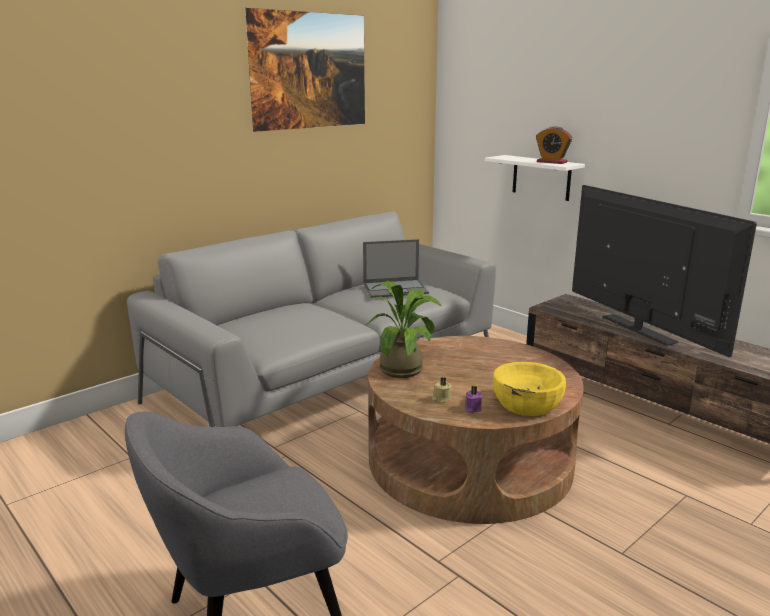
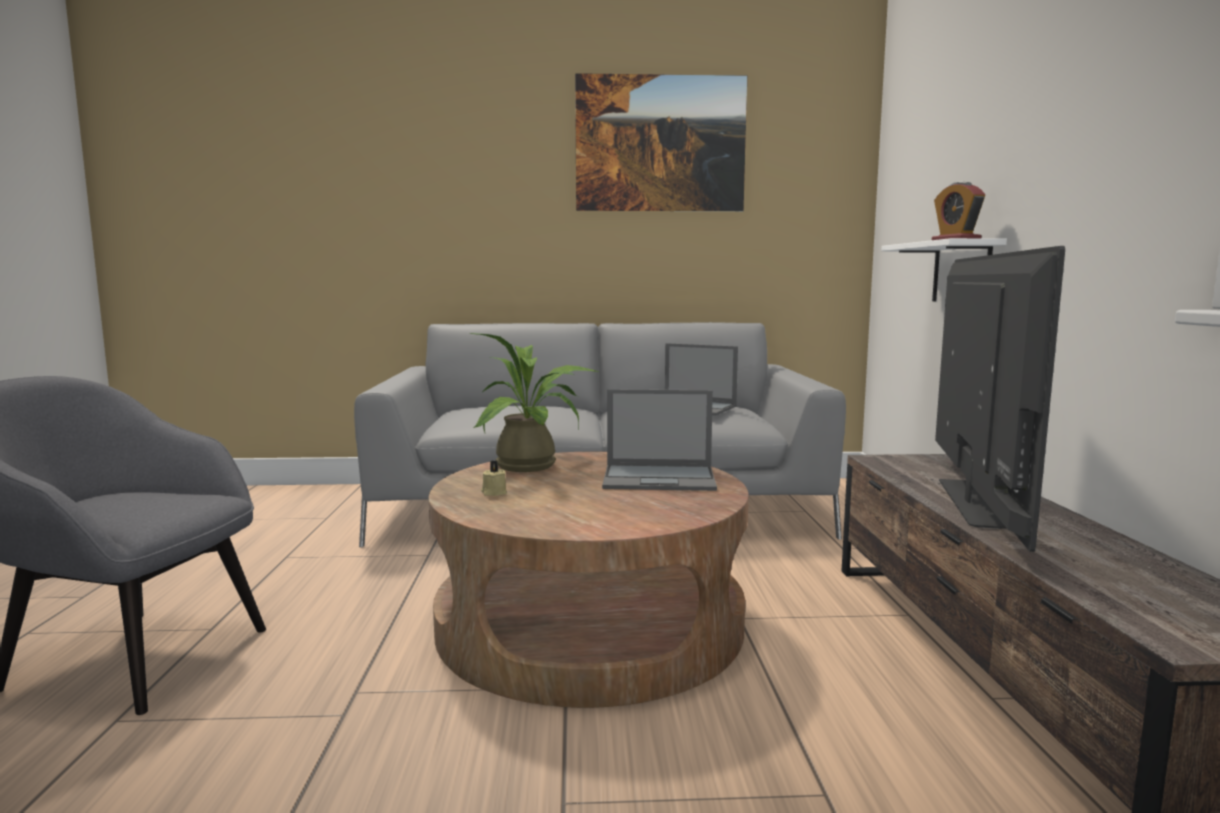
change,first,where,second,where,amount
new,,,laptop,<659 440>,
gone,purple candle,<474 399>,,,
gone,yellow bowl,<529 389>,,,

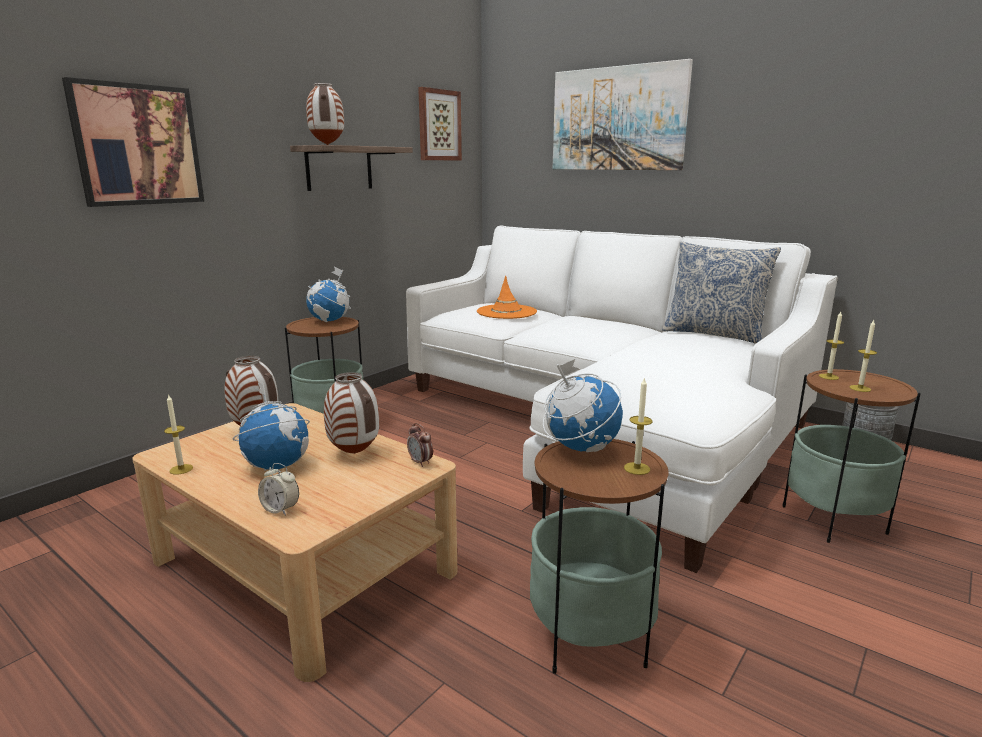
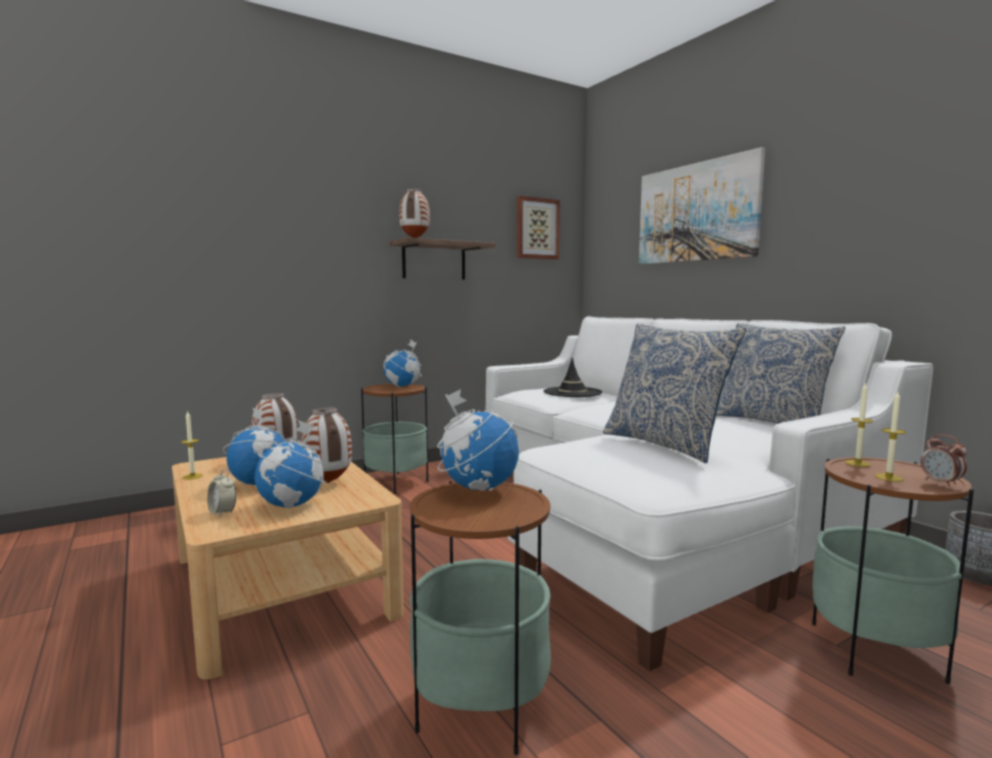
change,first,where,second,where,amount
new,,,globe,<290 464>,
repainted,orange hat,<507 297>,black hat,<573 377>,
new,,,pillow,<674 393>,
shifted,alarm clock,<420 445>,,<944 460>,
gone,picture,<133 142>,,,
gone,candle,<638 426>,,,

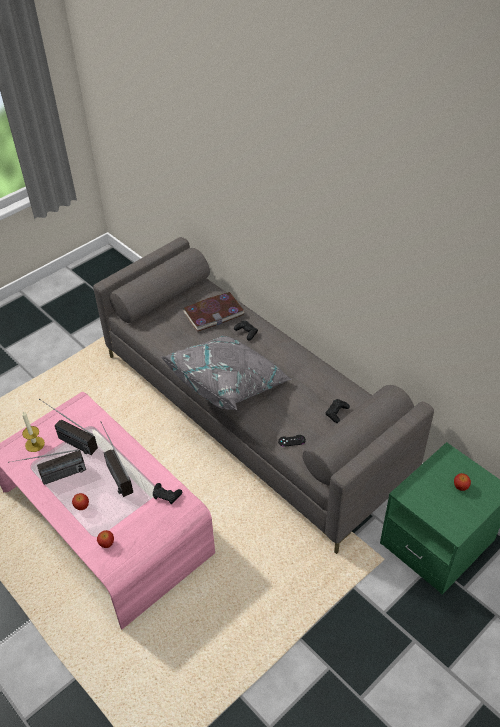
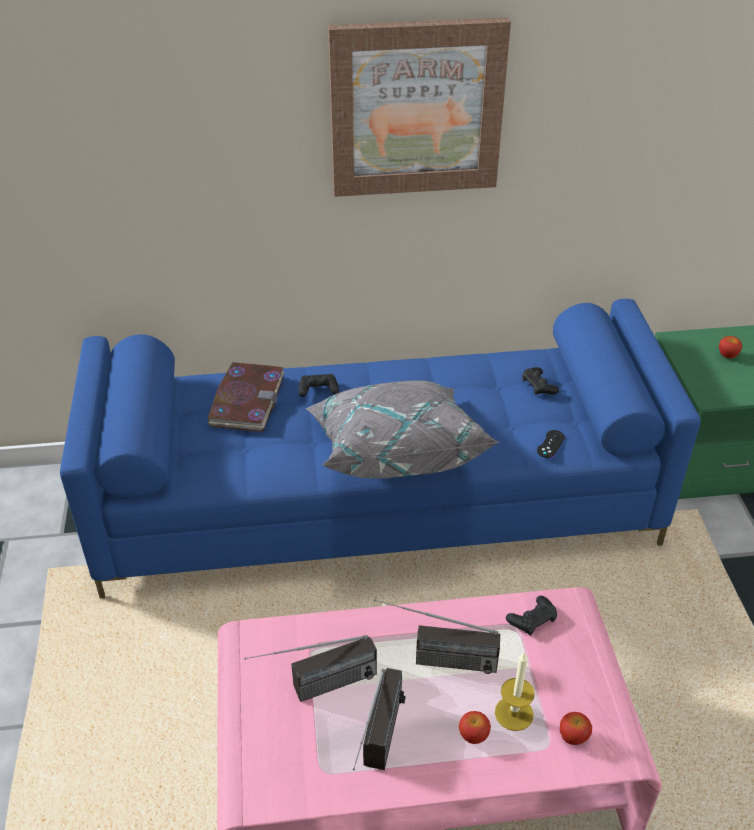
change,first,where,second,where,amount
repainted,grey sofa,<263 395>,blue sofa,<380 449>,
new,,,picture,<419 107>,
shifted,candle,<33 431>,,<515 691>,

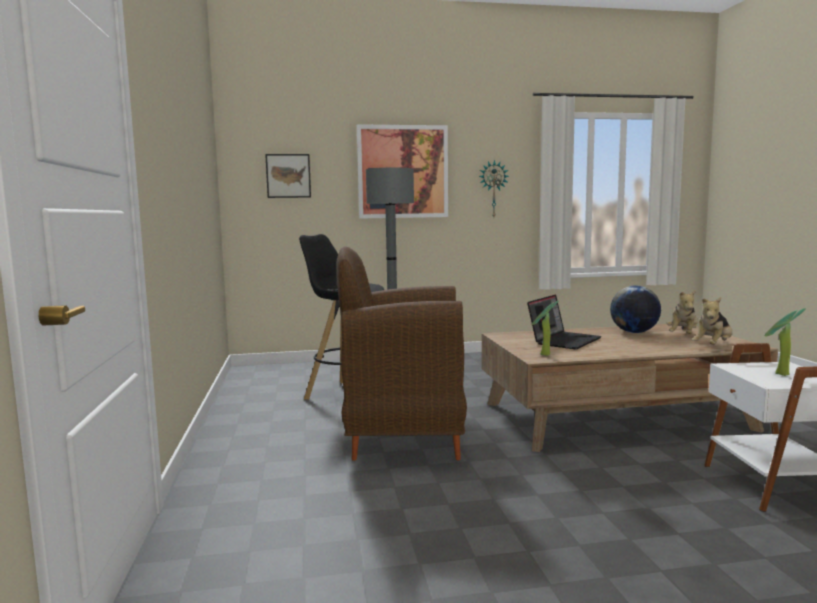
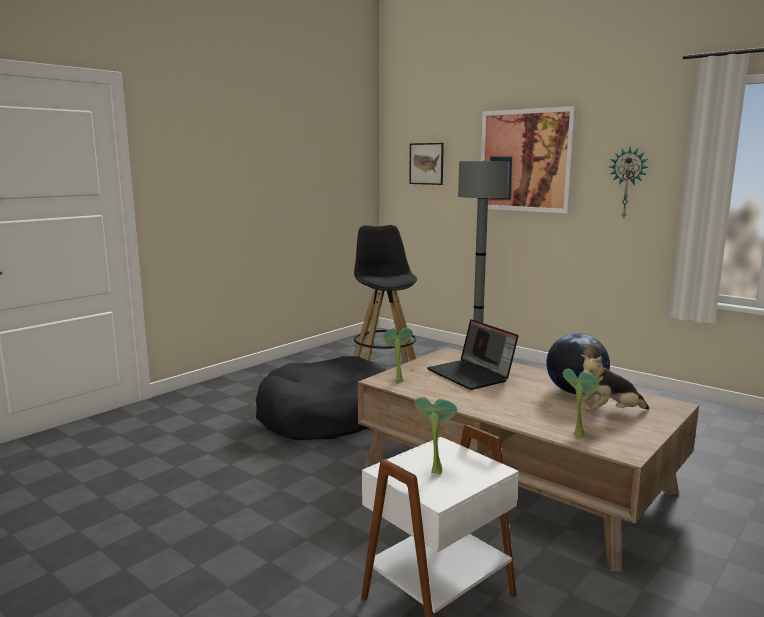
change,first,where,second,where,amount
swapped,brown armchair,<401 353>,black dog bed,<321 398>,
rotated,laptop,<564 321>,,<472 354>,60 degrees clockwise
swapped,plush toy,<712 321>,potted plant,<581 403>,

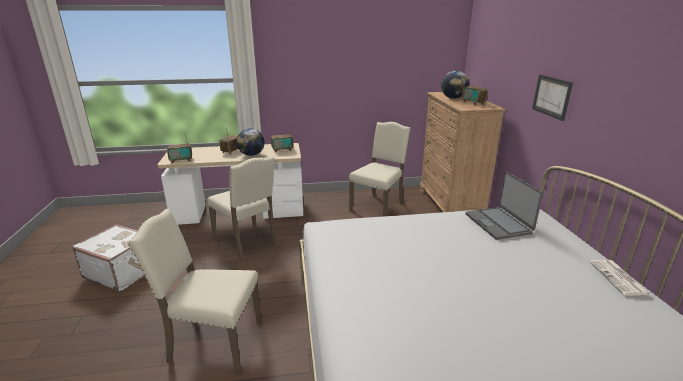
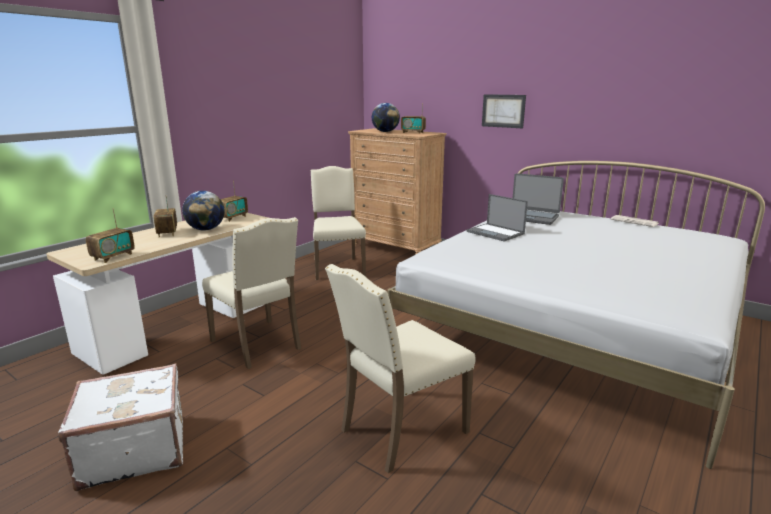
change,first,where,second,where,amount
rotated,beige chair,<242 208>,,<251 293>,45 degrees clockwise
new,,,laptop,<497 218>,

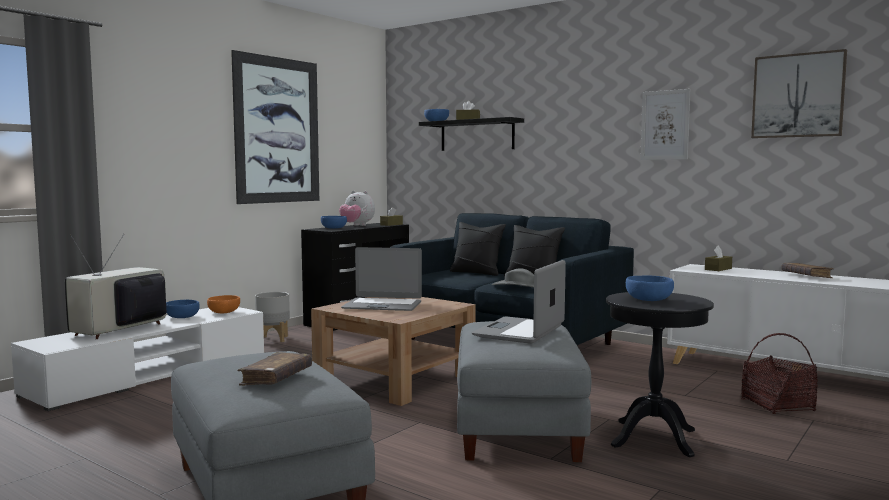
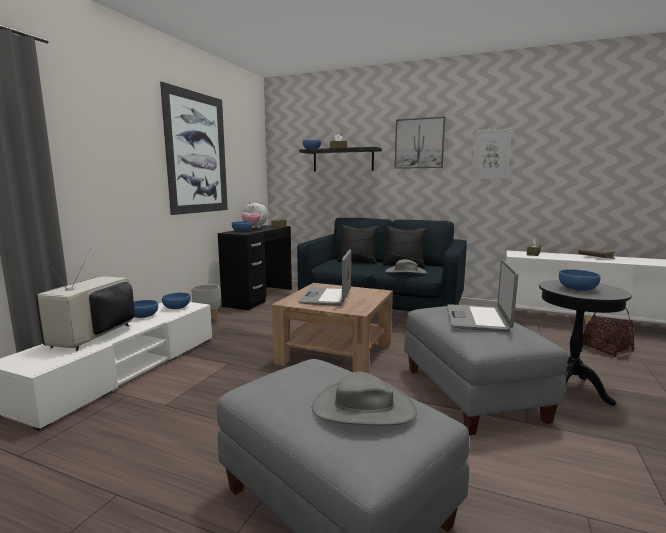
change,first,where,second,where,amount
repainted,orange bowl,<223 304>,blue bowl,<176 301>,
rotated,laptop,<381 279>,,<325 277>,105 degrees clockwise
swapped,brown book,<274 369>,grey hat,<364 398>,
shifted,picture,<799 93>,,<420 143>,

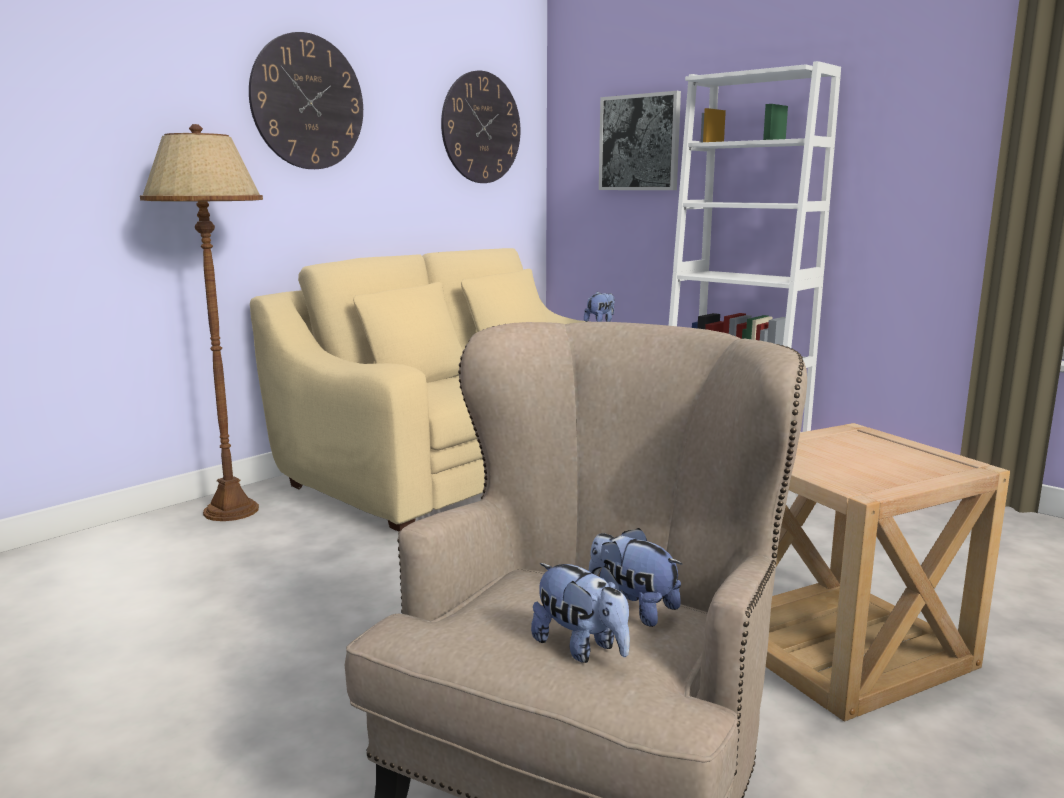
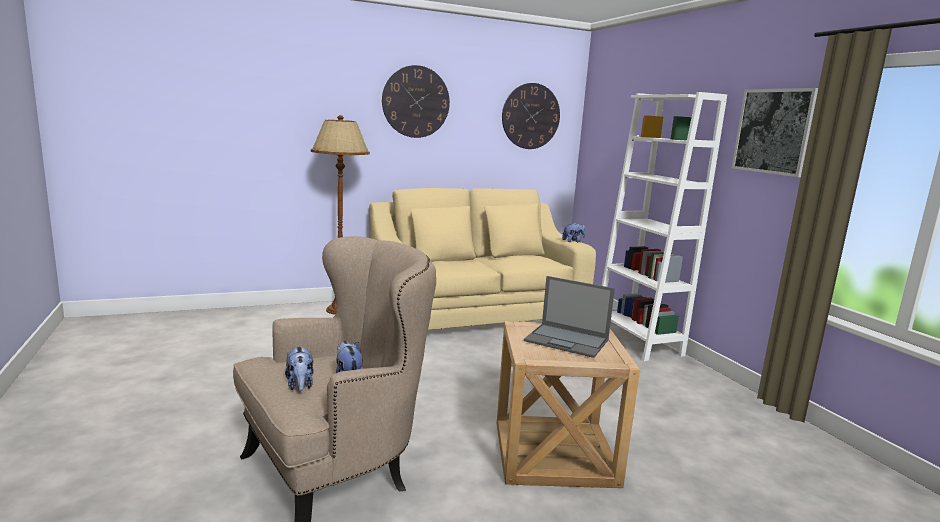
change,first,where,second,where,amount
new,,,laptop,<569 317>,
shifted,picture,<640 140>,,<775 132>,

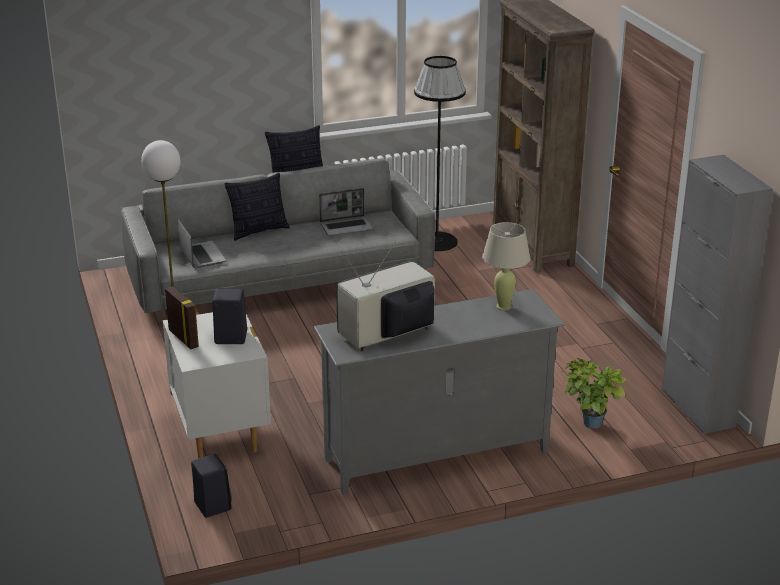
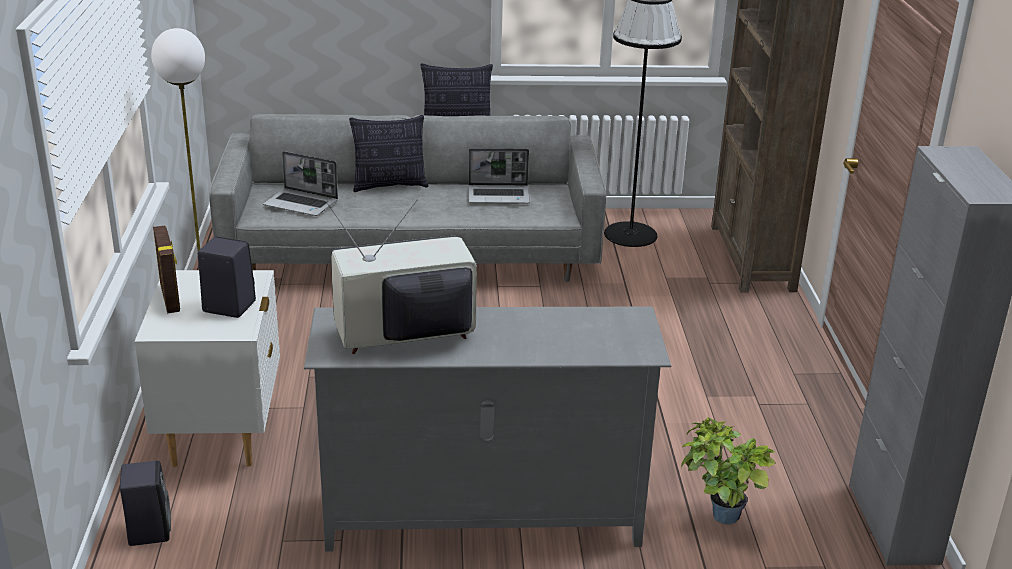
change,first,where,second,where,amount
rotated,laptop,<202 243>,,<300 183>,120 degrees clockwise
gone,beige table lamp,<506 266>,,,

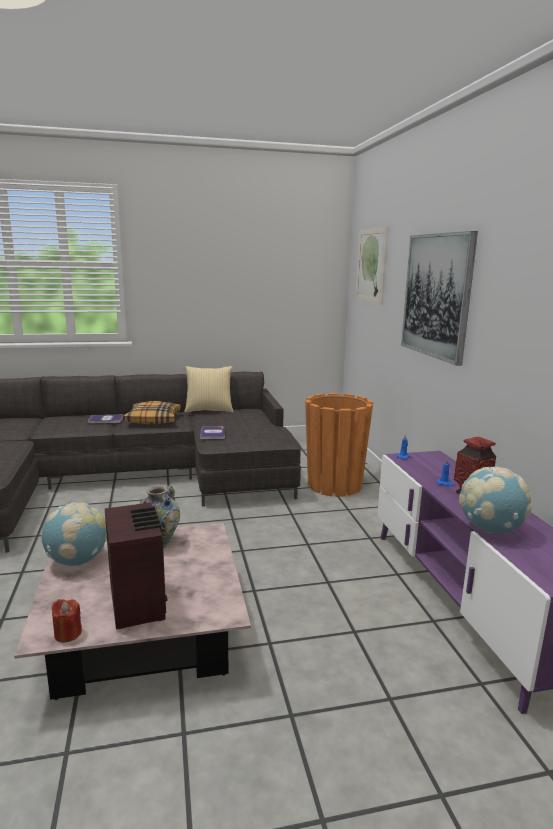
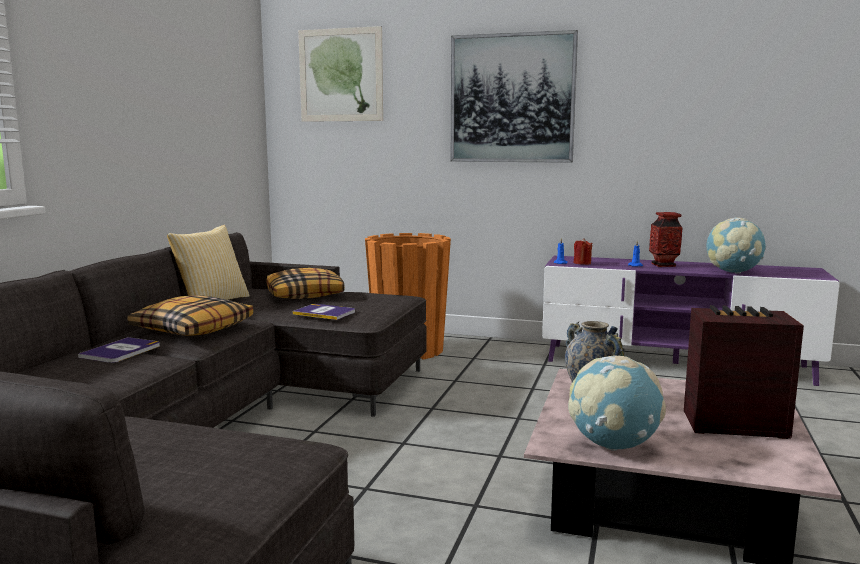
change,first,where,second,where,amount
new,,,pillow,<306 283>,
shifted,red candle,<66 620>,,<582 251>,

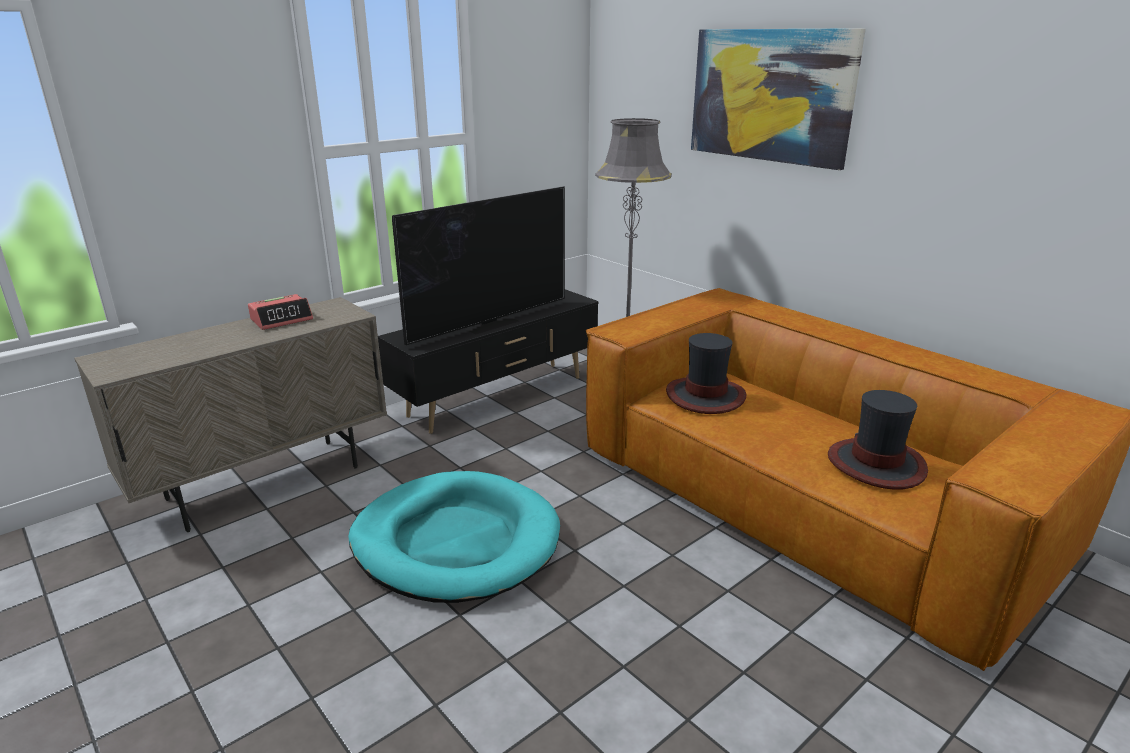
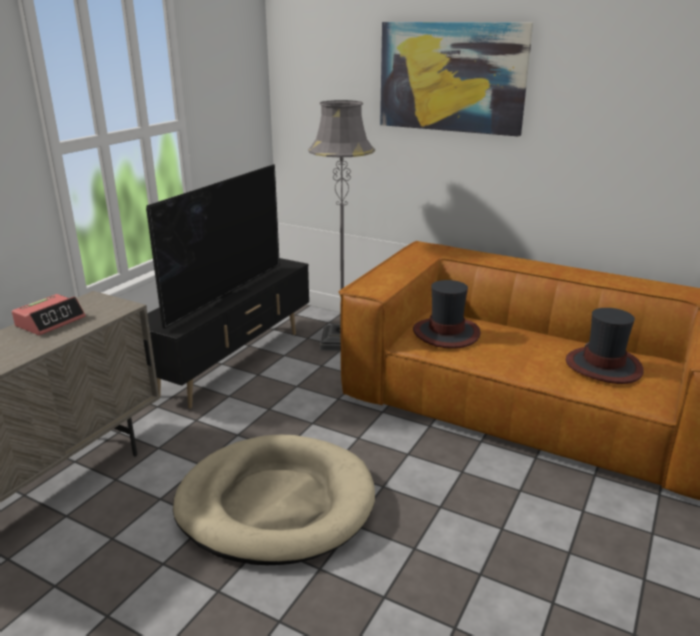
change,first,where,second,where,amount
repainted,turquoise dog bed,<454 537>,beige dog bed,<274 500>,

